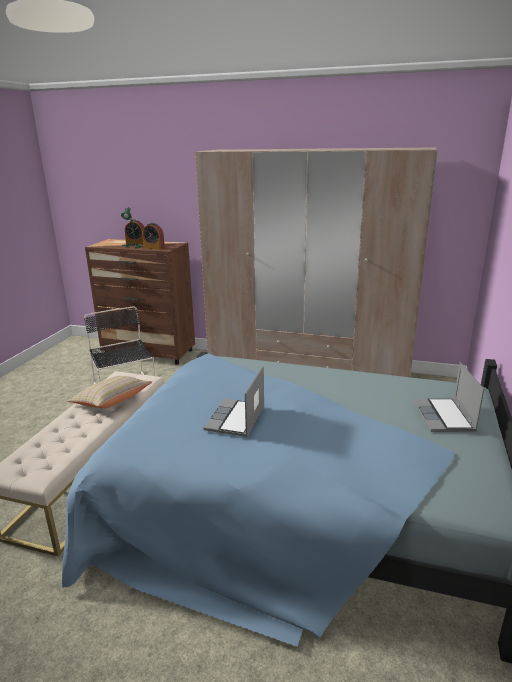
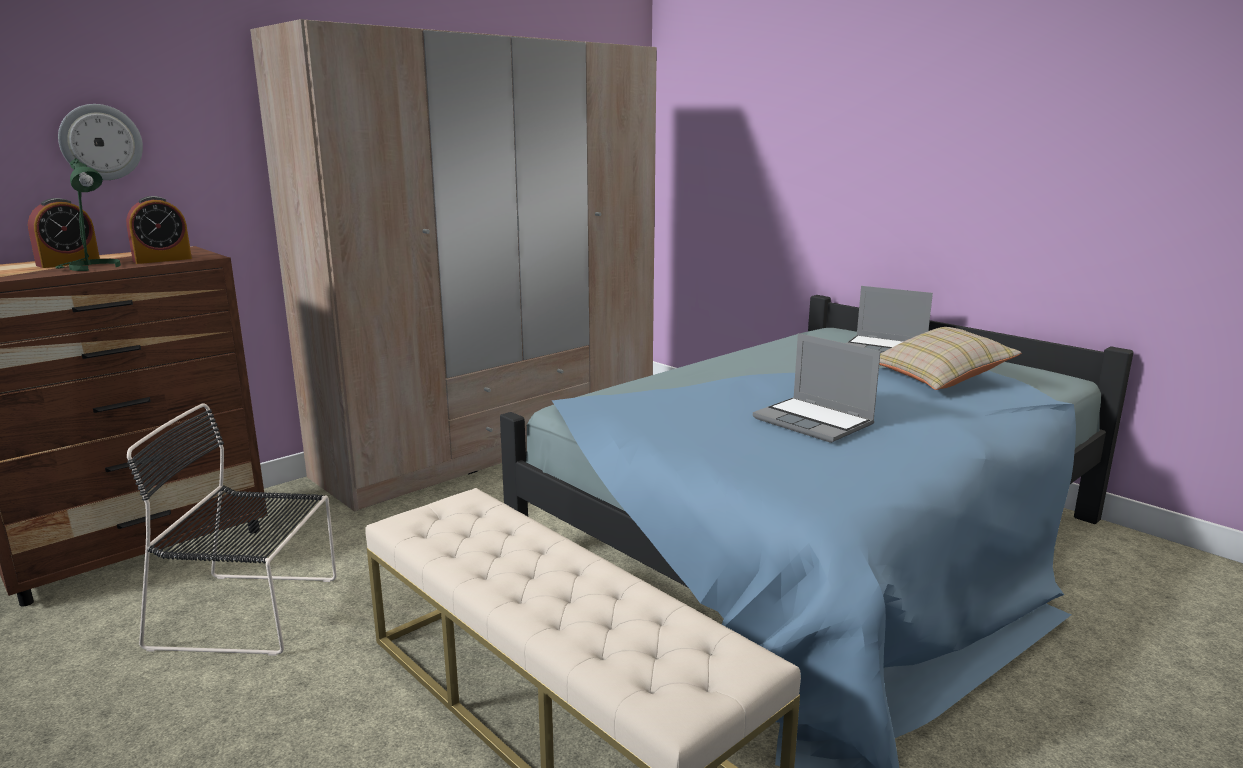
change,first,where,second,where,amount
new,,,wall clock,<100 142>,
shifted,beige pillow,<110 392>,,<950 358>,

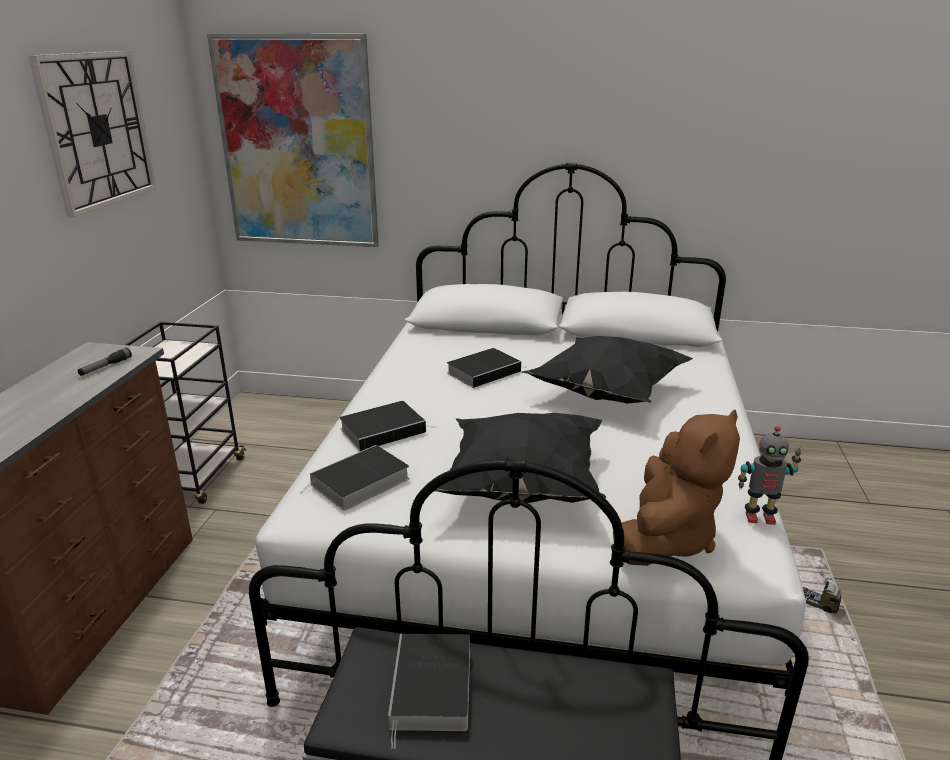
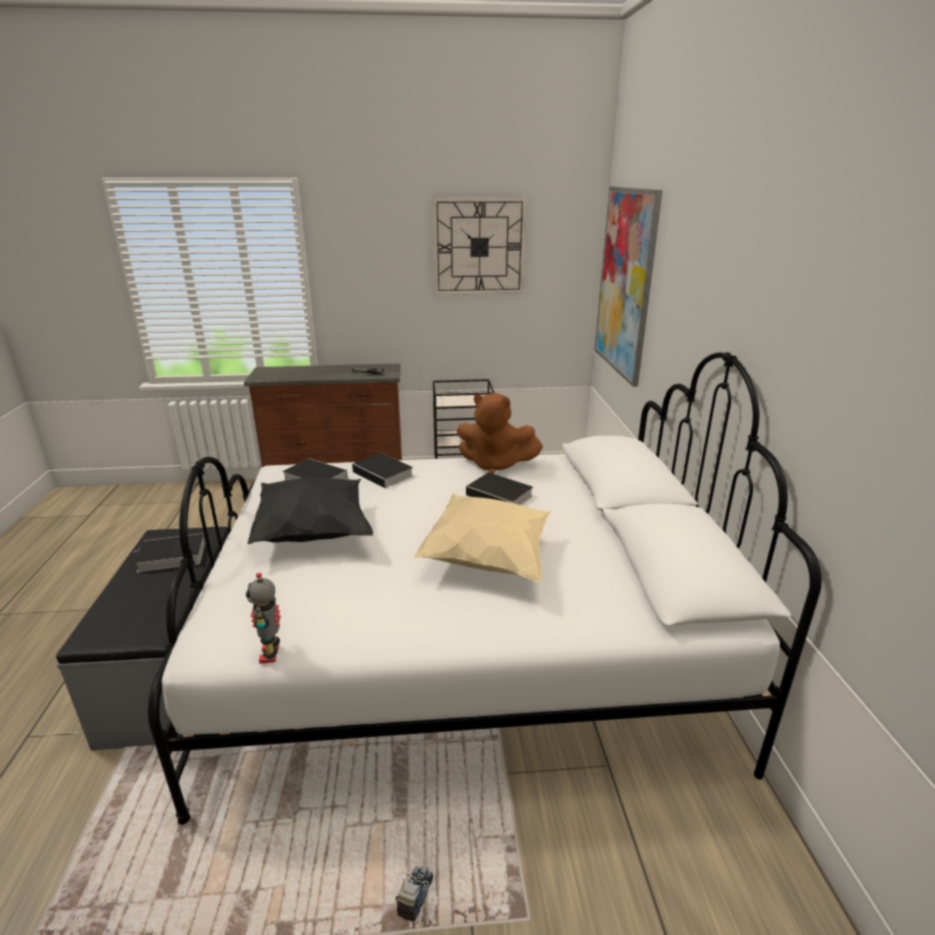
change,first,where,second,where,amount
repainted,black pillow,<607 370>,beige pillow,<482 538>,
shifted,brown plush toy,<676 487>,,<500 433>,

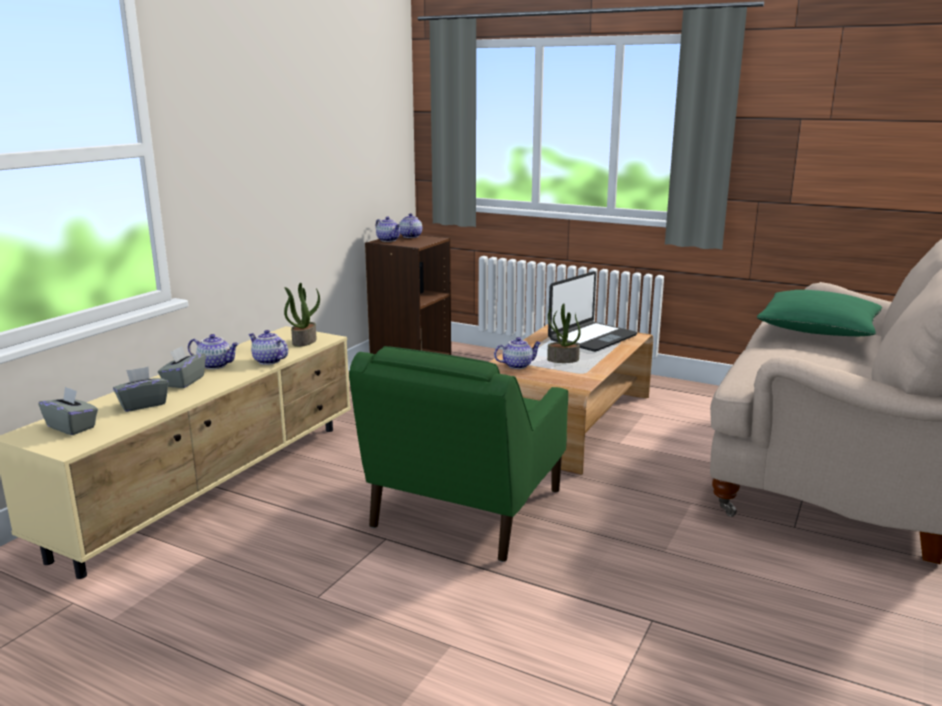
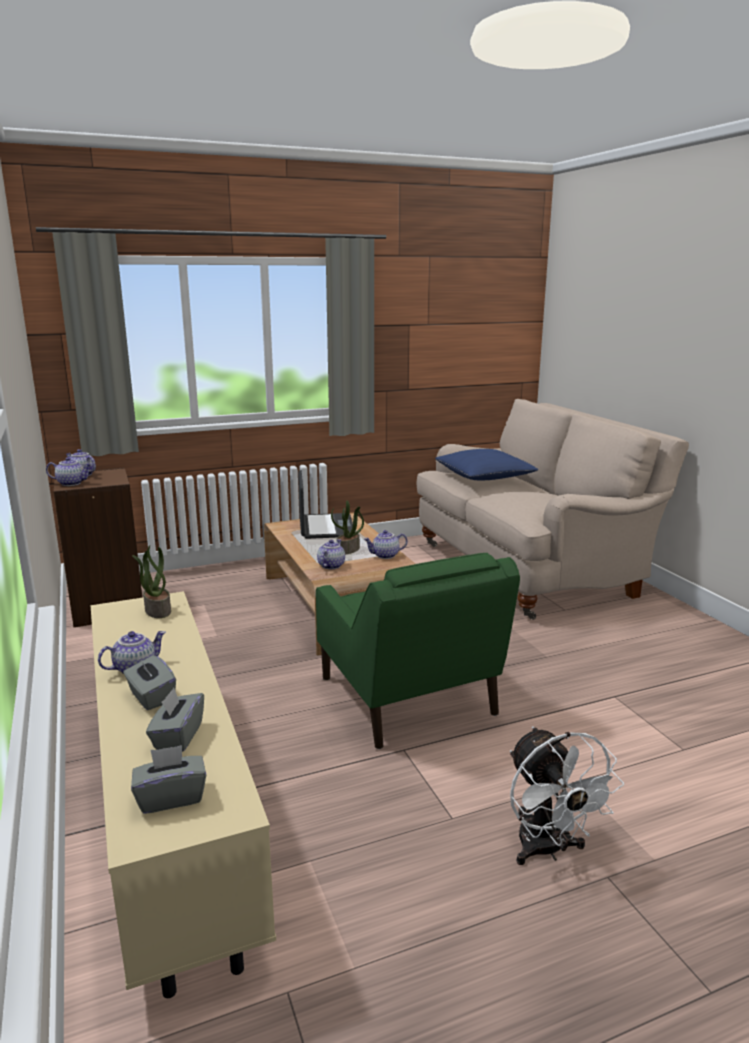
change,first,where,second,where,amount
shifted,teapot,<268 347>,,<385 544>,
repainted,green pillow,<819 313>,blue pillow,<486 464>,
new,,,white fan,<567 795>,

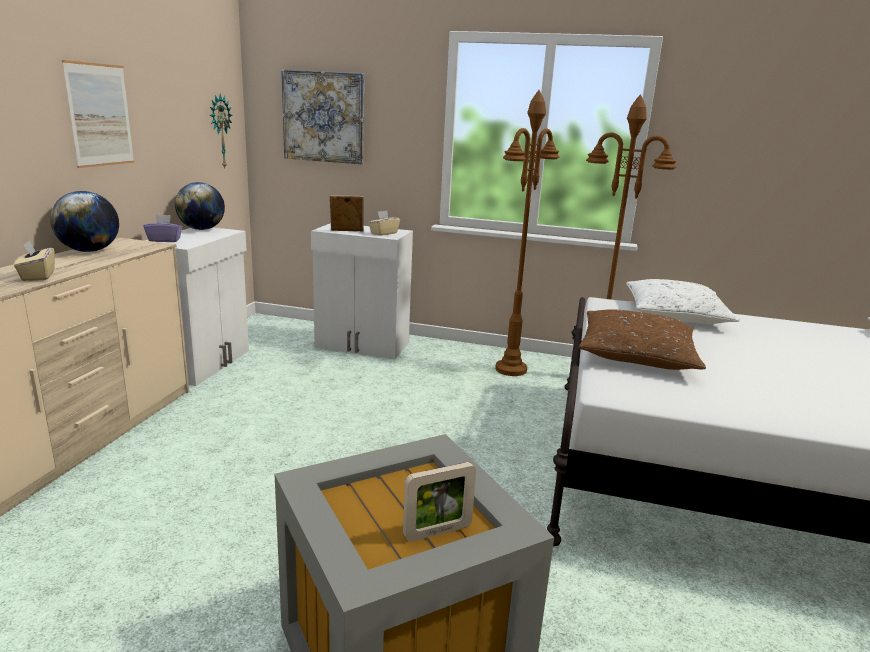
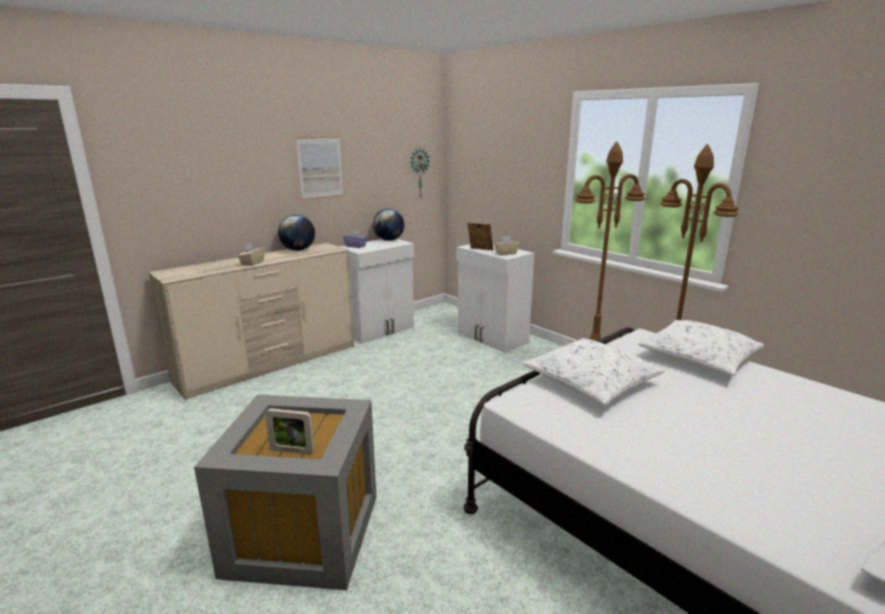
change,first,where,second,where,amount
repainted,brown pillow,<642 339>,white pillow,<593 371>,
gone,picture,<322 117>,,,

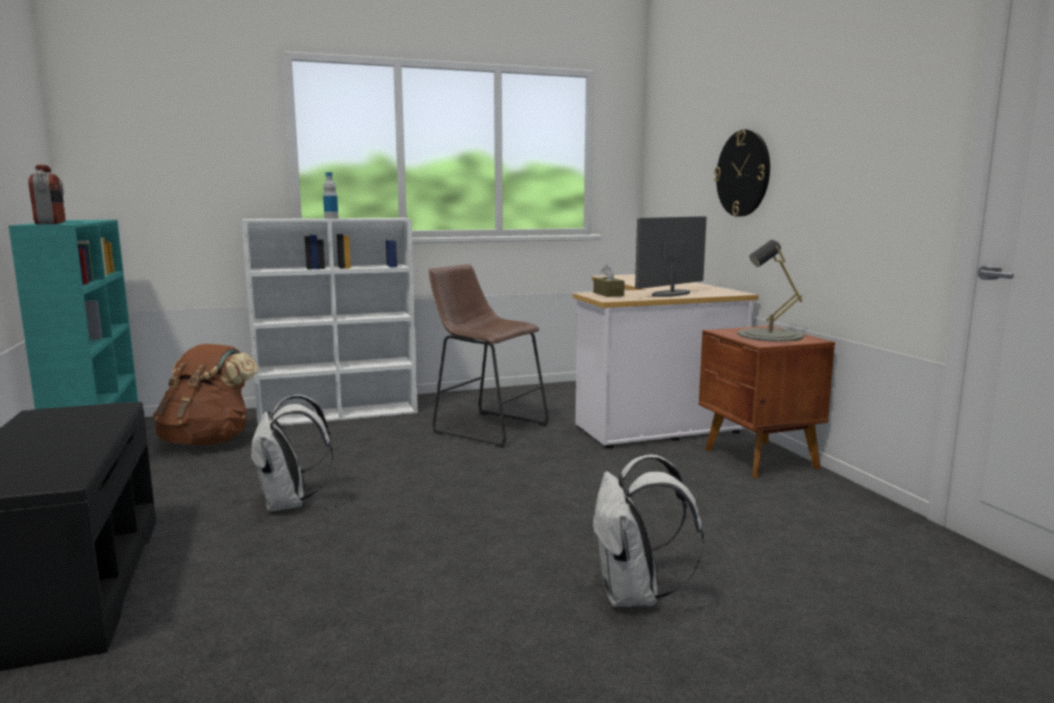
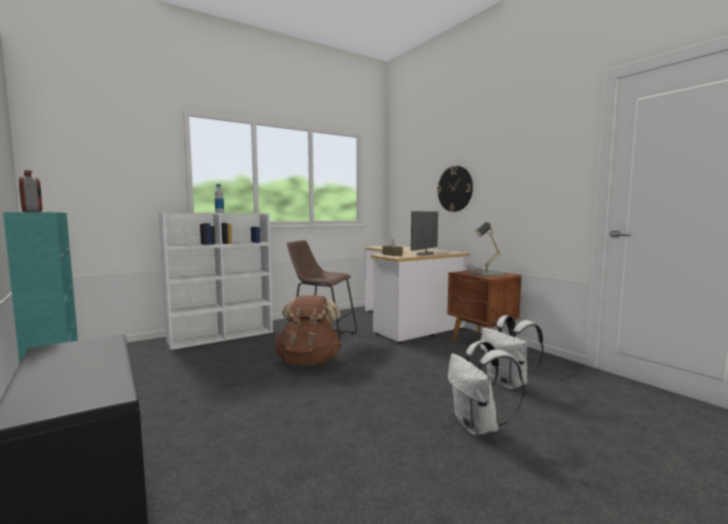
change,first,where,second,where,amount
shifted,brown backpack,<205 394>,,<308 330>,
shifted,white backpack,<291 453>,,<512 352>,

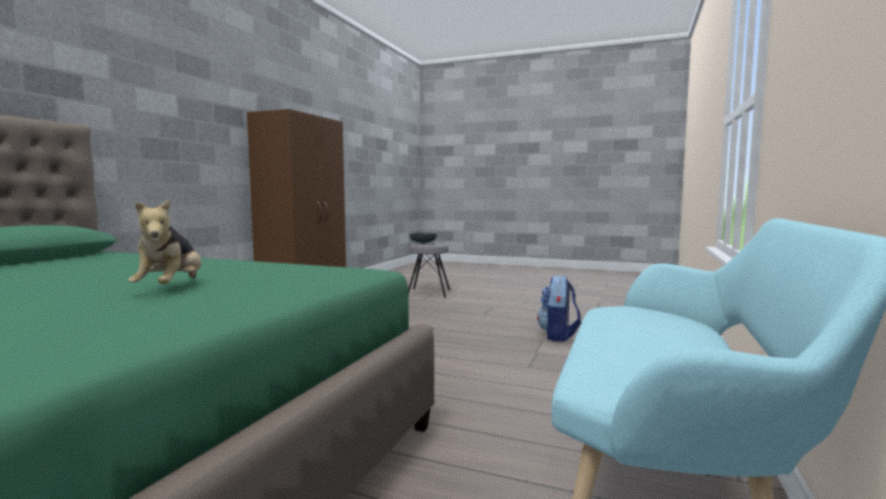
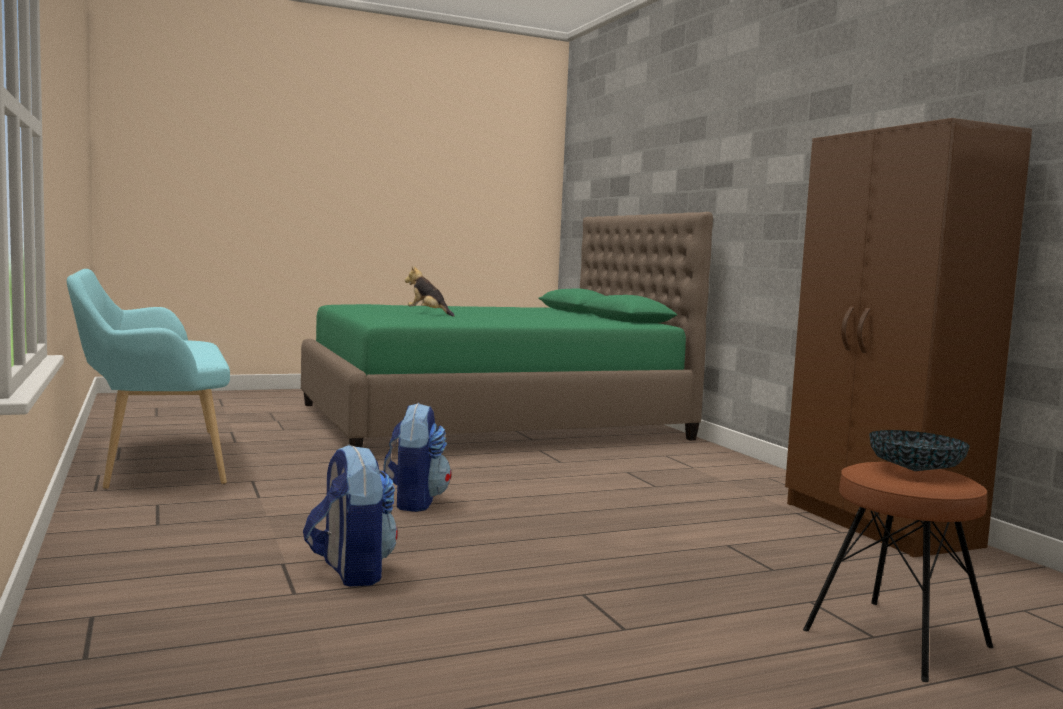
change,first,where,second,where,amount
new,,,backpack,<417 457>,
repainted,grey stool,<429 270>,brown stool,<898 572>,

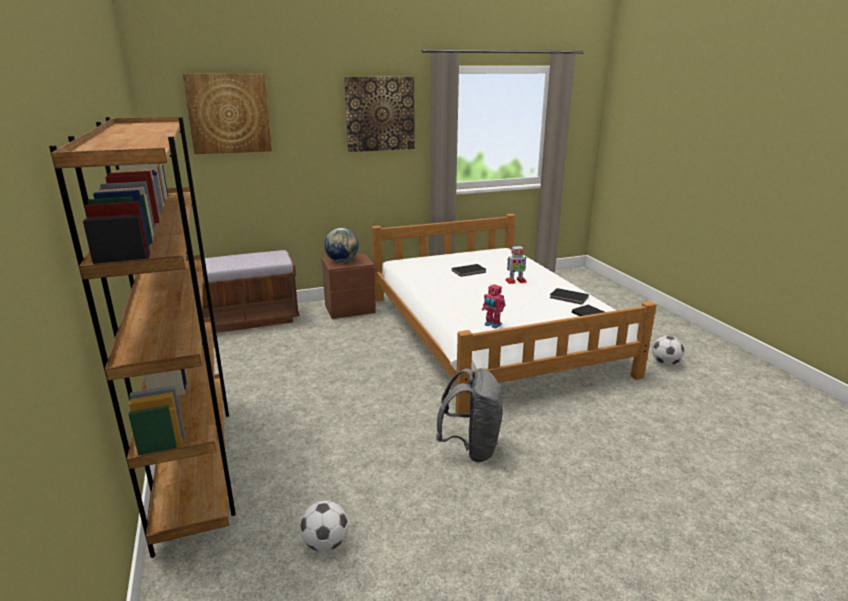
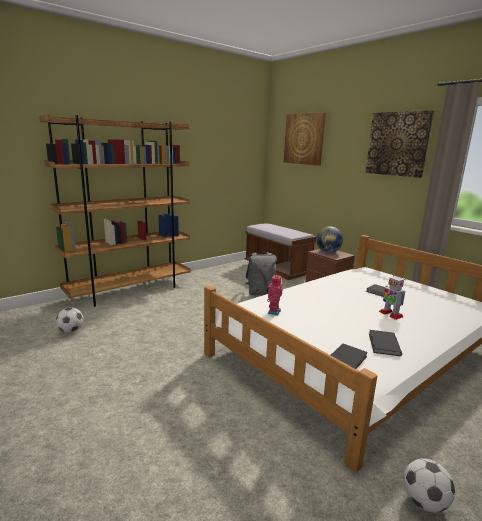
change,first,where,second,where,amount
shifted,grey backpack,<469 415>,,<261 273>,

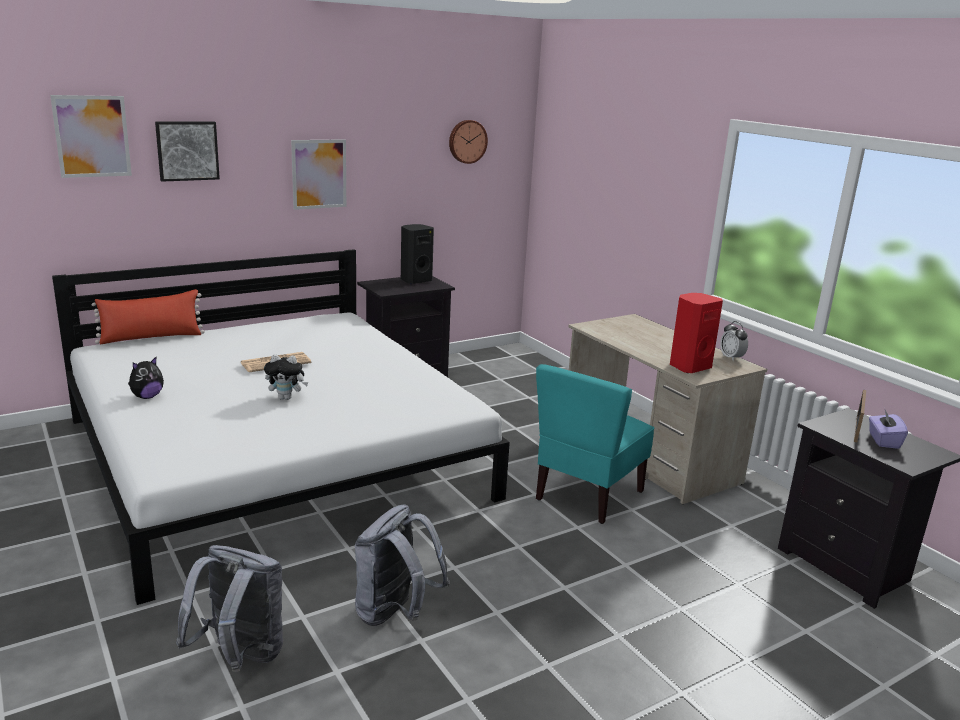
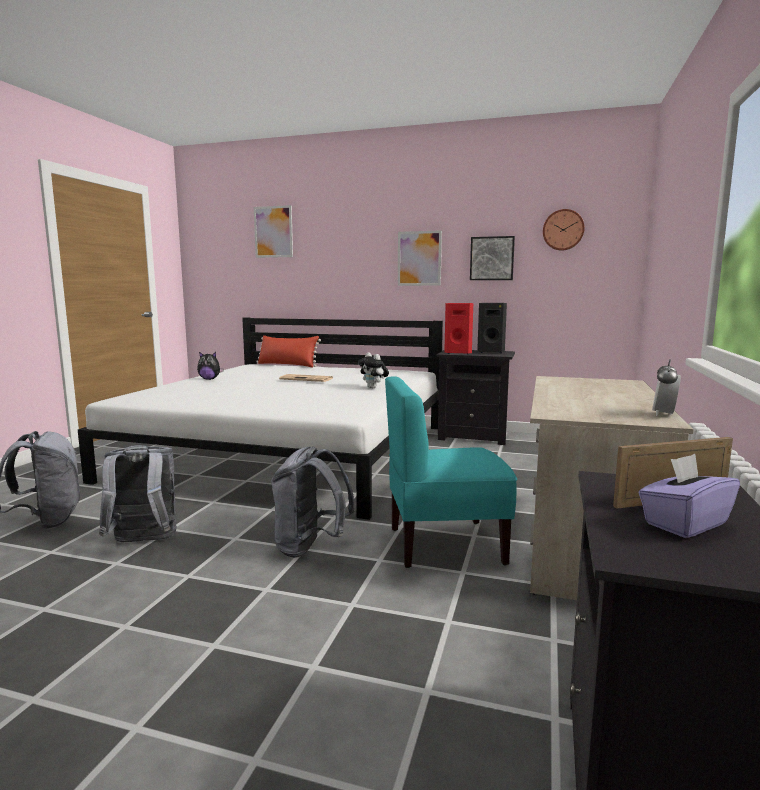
change,first,where,second,where,amount
new,,,grey backpack,<313 502>,
shifted,plush toy,<286 377>,,<373 370>,
shifted,red speaker,<696 333>,,<458 328>,
shifted,picture,<187 152>,,<492 258>,

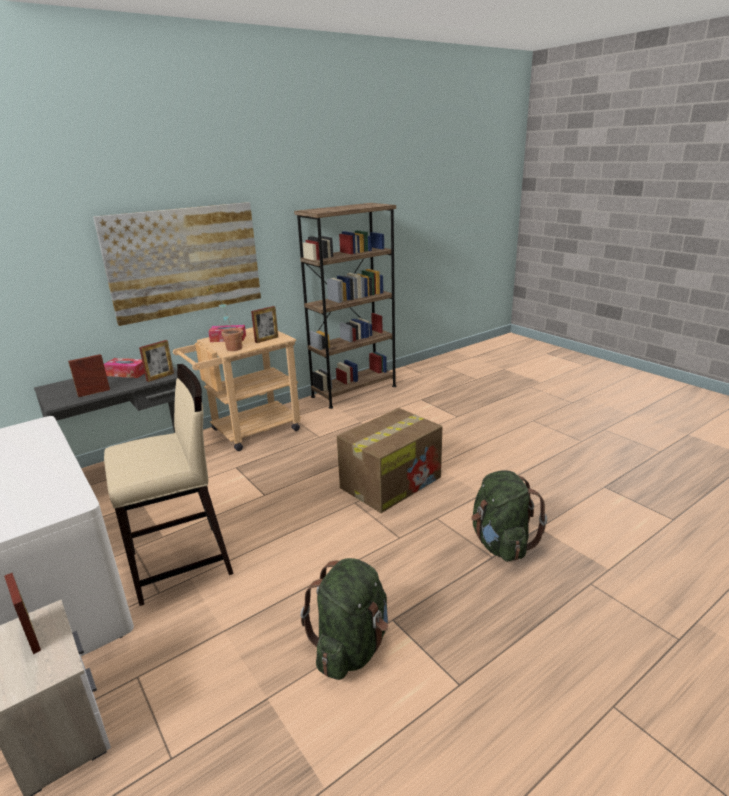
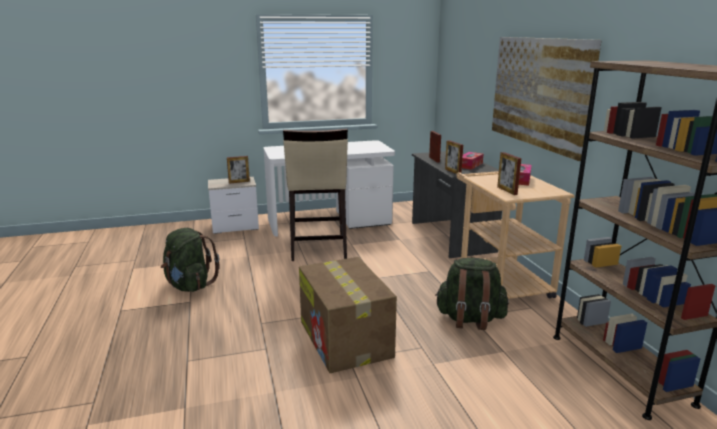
change,first,where,second,where,amount
shifted,green backpack,<509 516>,,<472 294>,
gone,potted plant,<224 317>,,,

